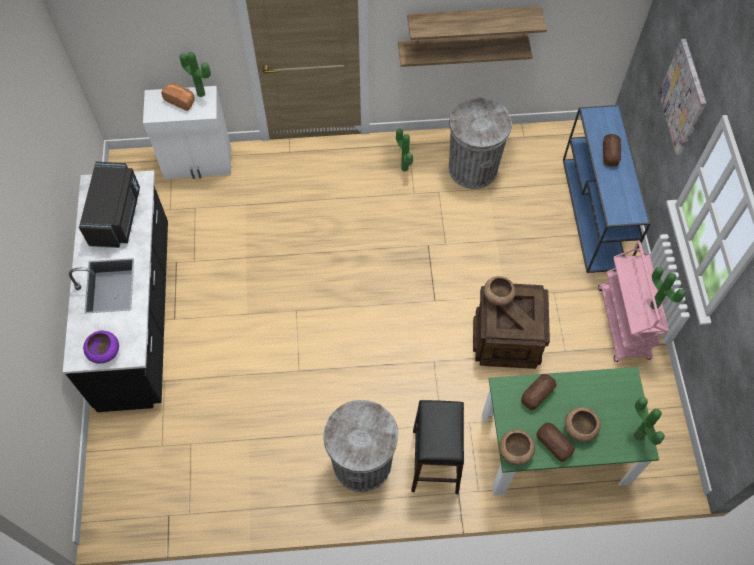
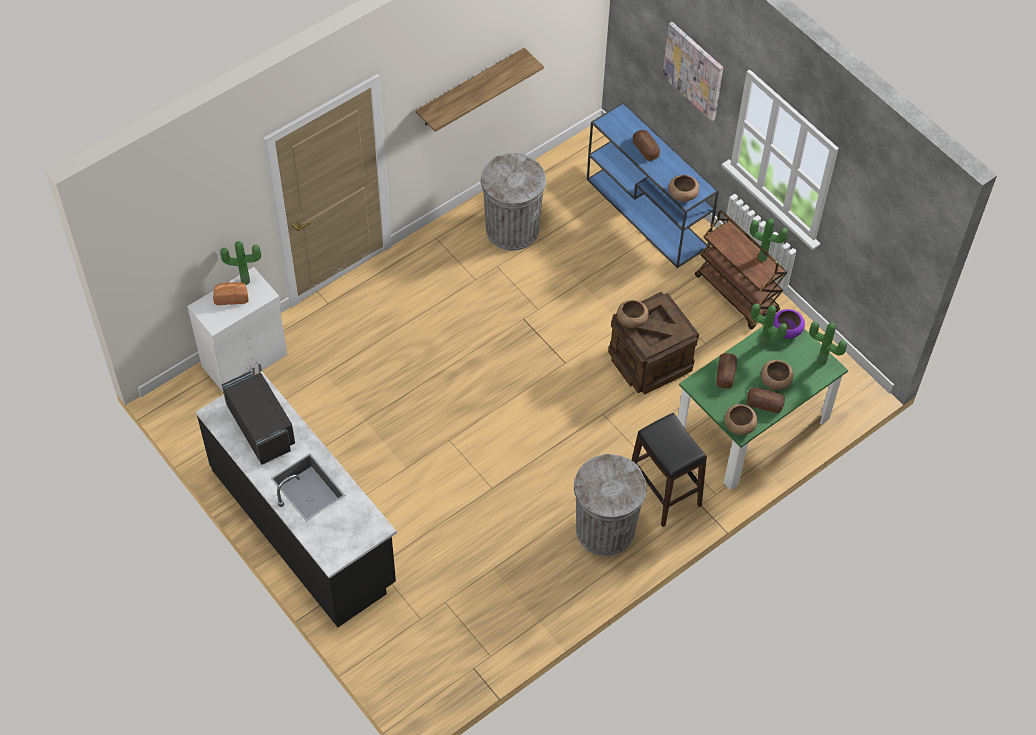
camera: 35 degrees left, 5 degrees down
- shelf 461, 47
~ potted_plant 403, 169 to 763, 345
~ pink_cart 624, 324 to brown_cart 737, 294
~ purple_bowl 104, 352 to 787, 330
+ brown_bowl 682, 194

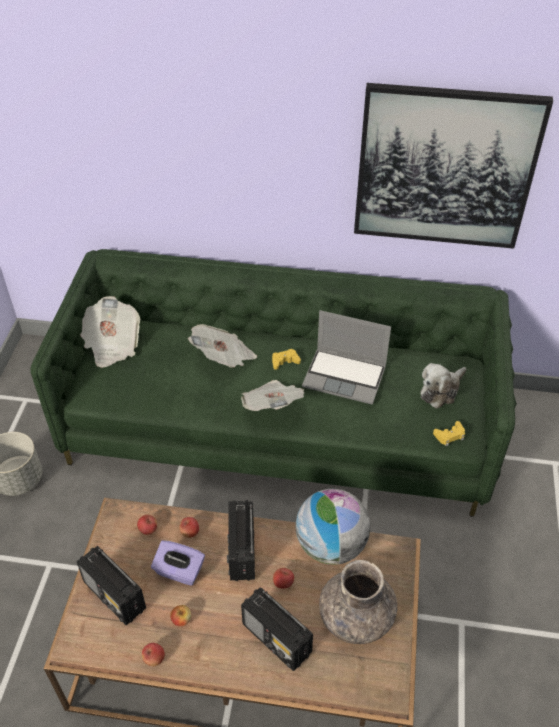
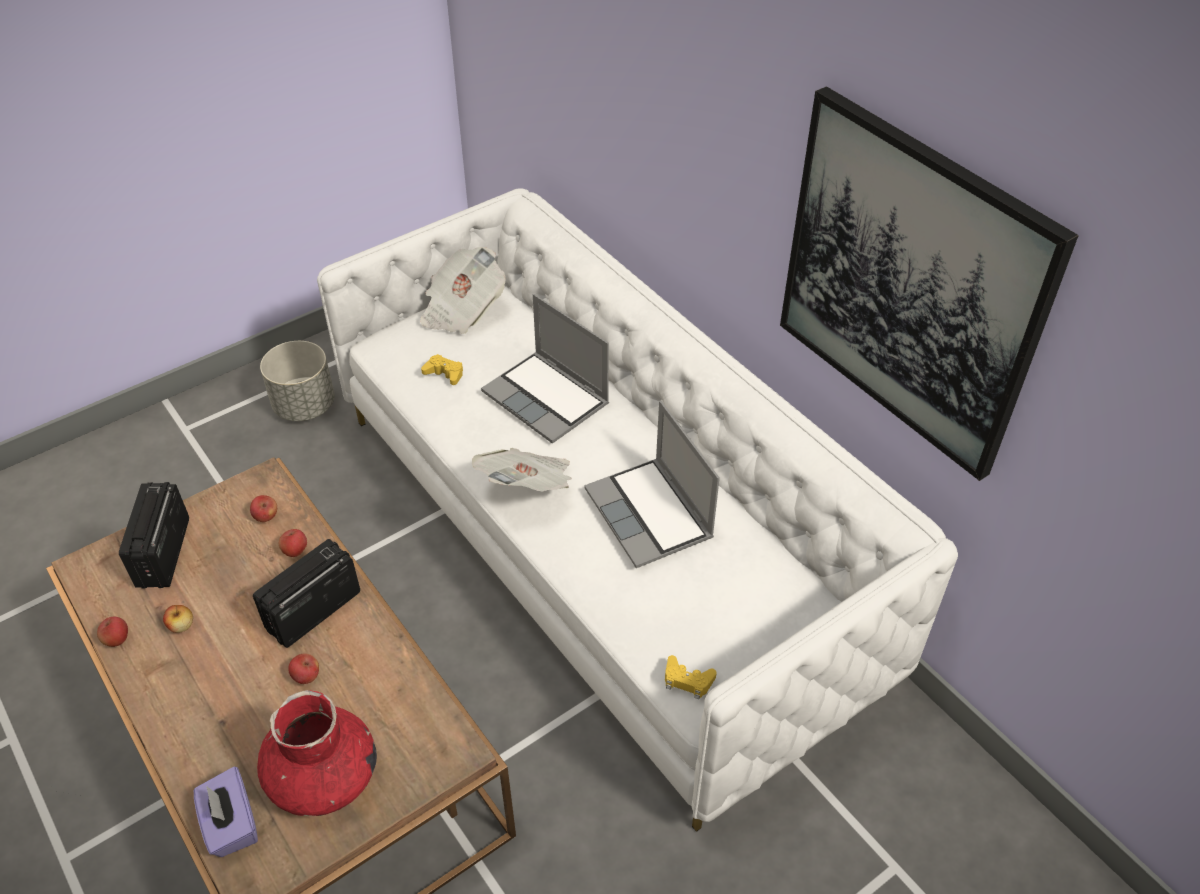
camera: 45 degrees right, 0 degrees up
~ green_sofa 279, 427 to white_sofa 600, 544
~ newspaper 224, 358 to laptop 548, 399
~ yellow_game_controller 285, 361 to 444, 373
- plush_toy 441, 390
- globe 330, 545
~ purple_tissue_box 179, 571 to 231, 825
~ grey_vase 356, 617 to red_vase 323, 778
- radio 277, 639

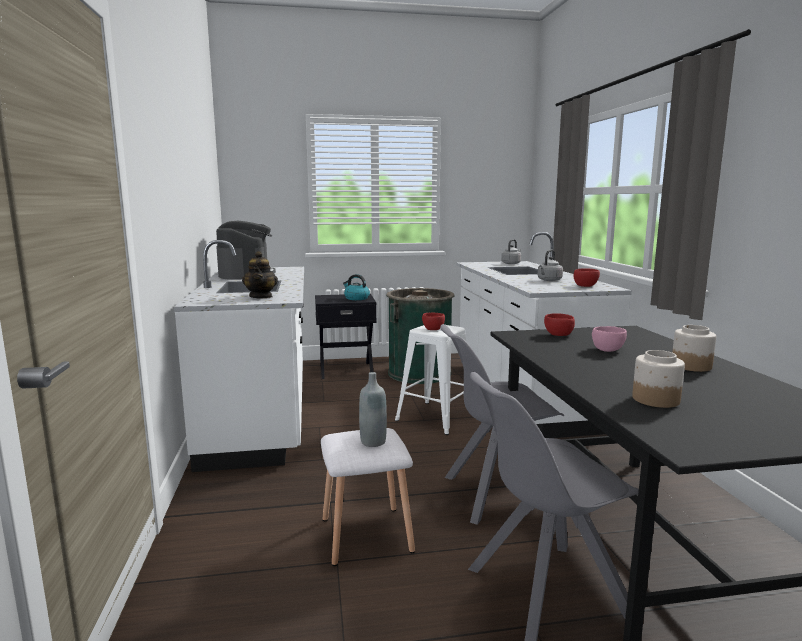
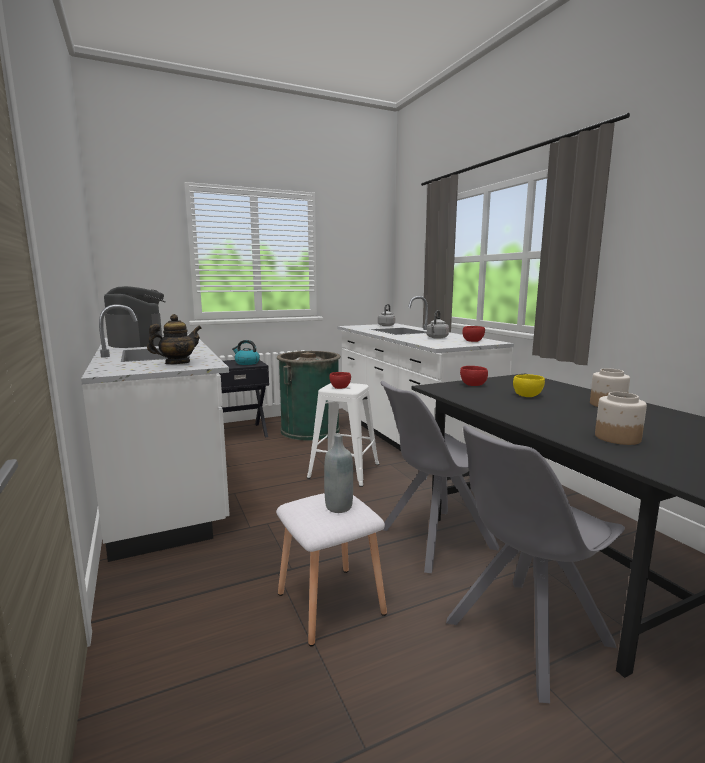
camera: 15 degrees left, 0 degrees up
~ teapot 261, 297 = 177, 363 105 degrees counterclockwise
~ pink_bowl 607, 349 to yellow_bowl 527, 395

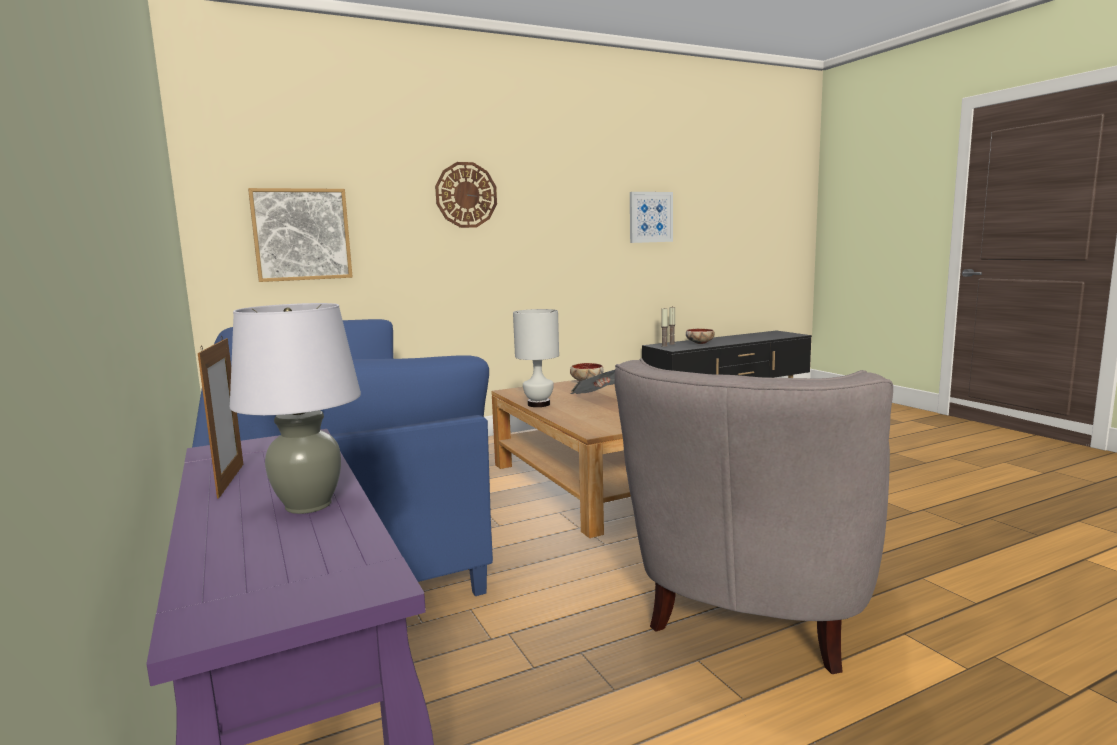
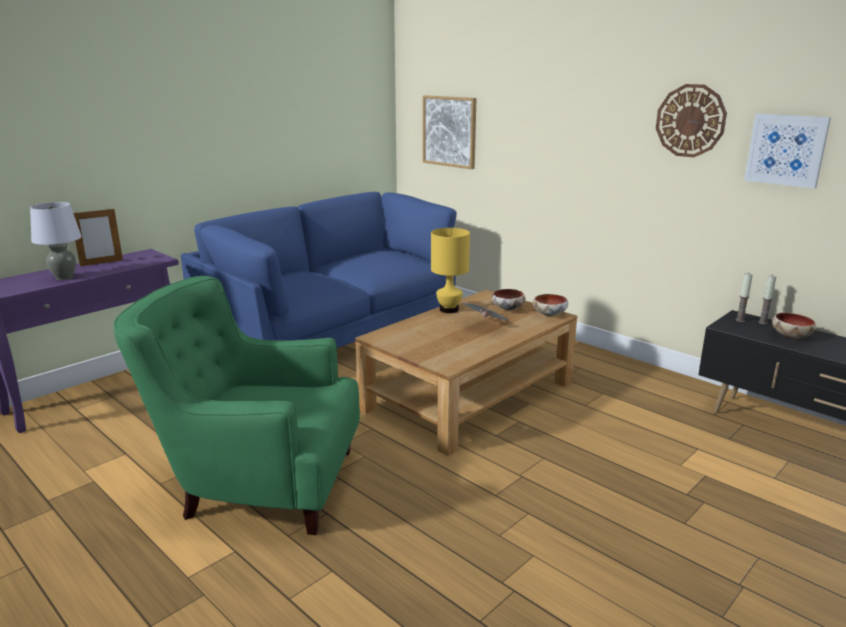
camera: 70 degrees right, 10 degrees up
~ wall_clock 466, 195 to 690, 121
~ white_table_lamp 539, 404 to yellow_table_lamp 449, 310
~ grey_armchair 752, 613 to green_armchair 256, 483
+ bowl 508, 309

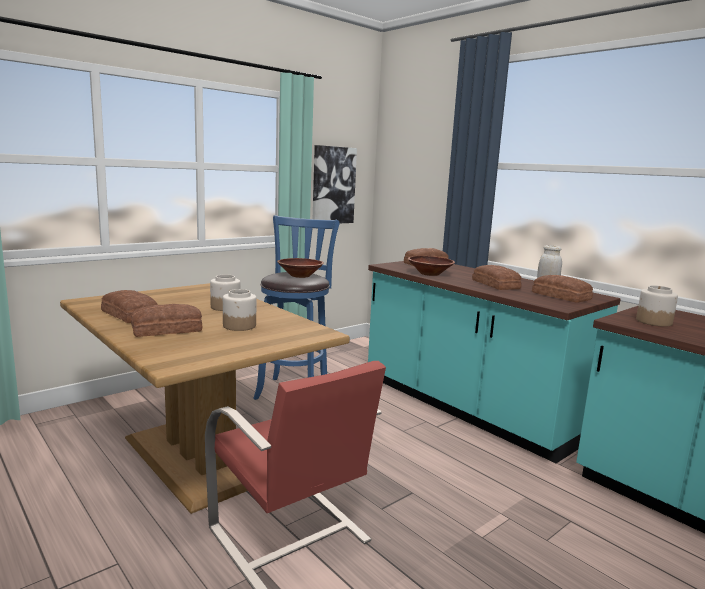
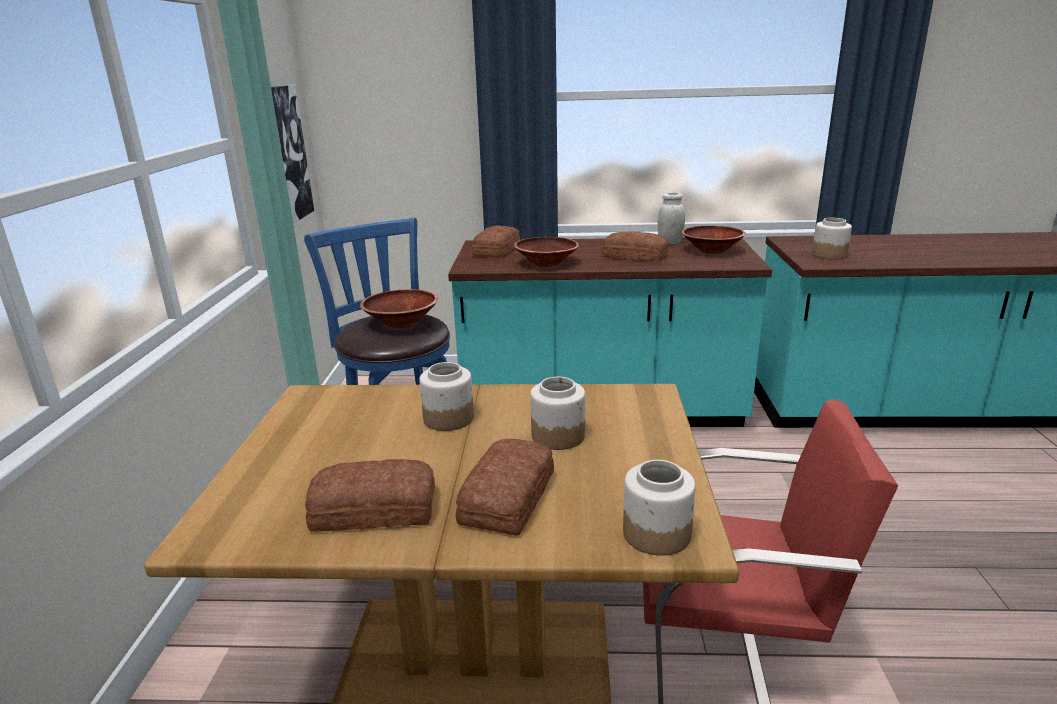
camera: 45 degrees left, 10 degrees up
~ bread 561, 296 to brown_bowl 711, 251
+ jar 657, 533

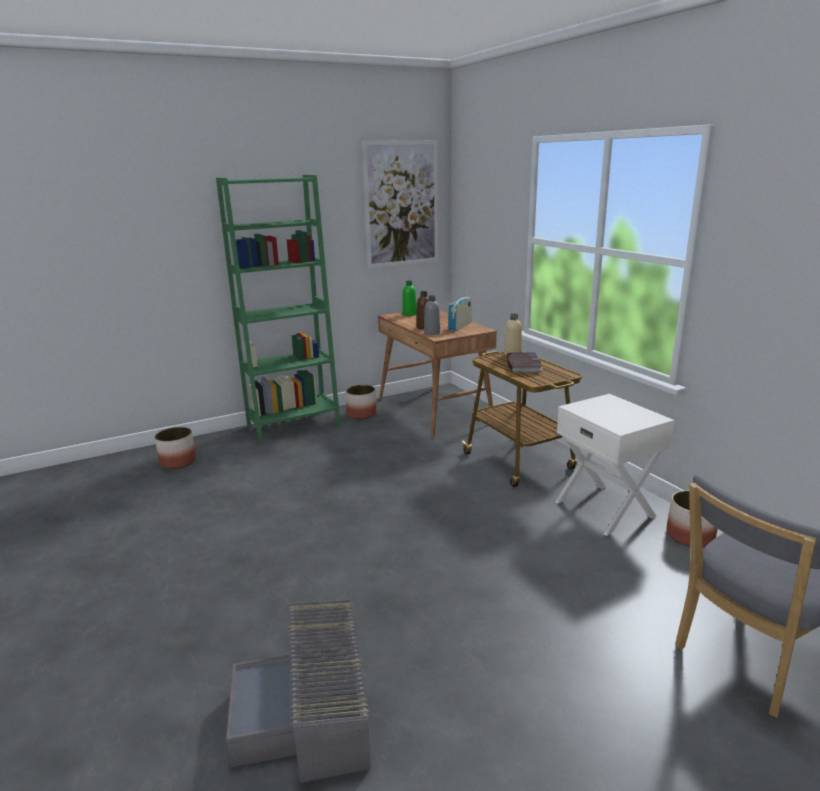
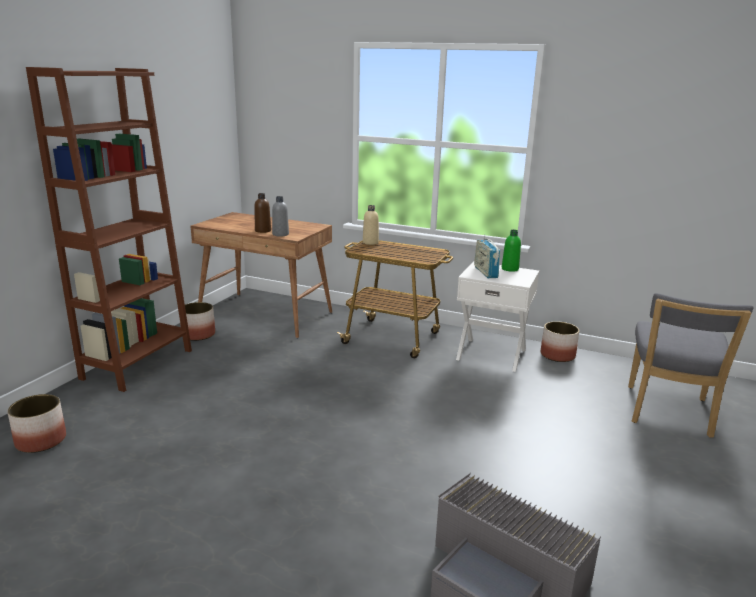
camera: 40 degrees left, 0 degrees up
- picture 401, 204
~ green_bookcase 293, 426 to brown_bookcase 137, 364
~ green_bottle 409, 314 to 510, 269
~ radio 460, 326 to 485, 272
- book 523, 365

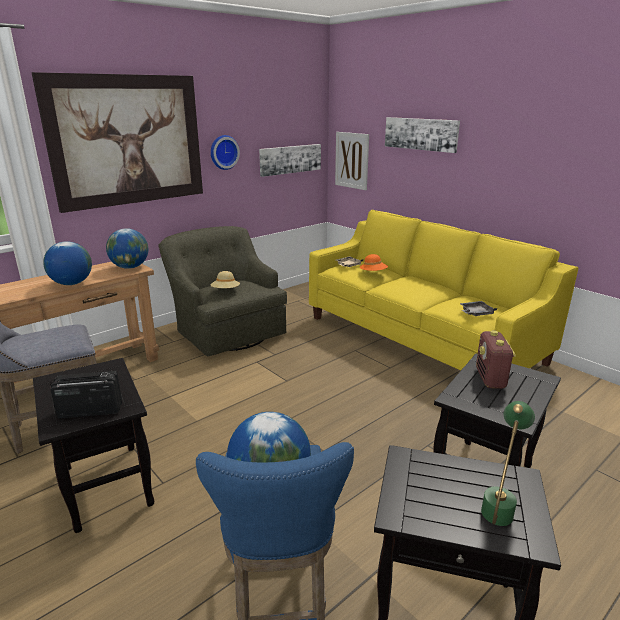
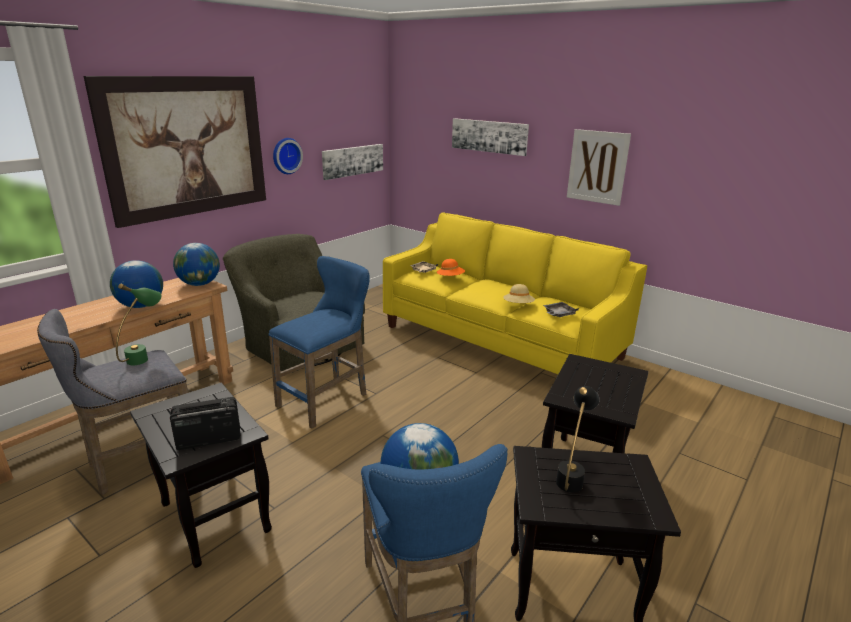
camera: 10 degrees left, 0 degrees up
~ picture 352, 160 to 597, 167
~ beige_hat 225, 291 to 518, 305
- radio 490, 379
~ green_table_lamp 499, 503 to 144, 356
+ blue_stool 327, 399
+ black_table_lamp 571, 475

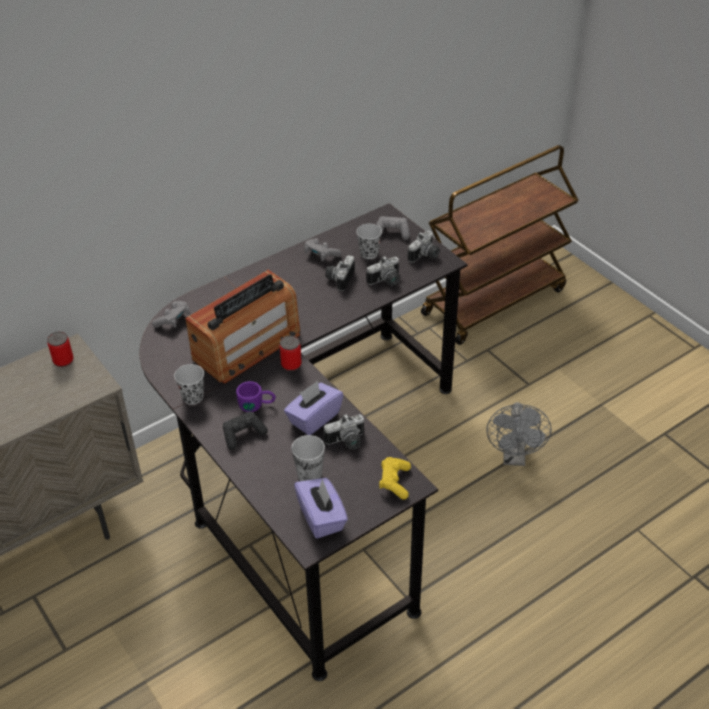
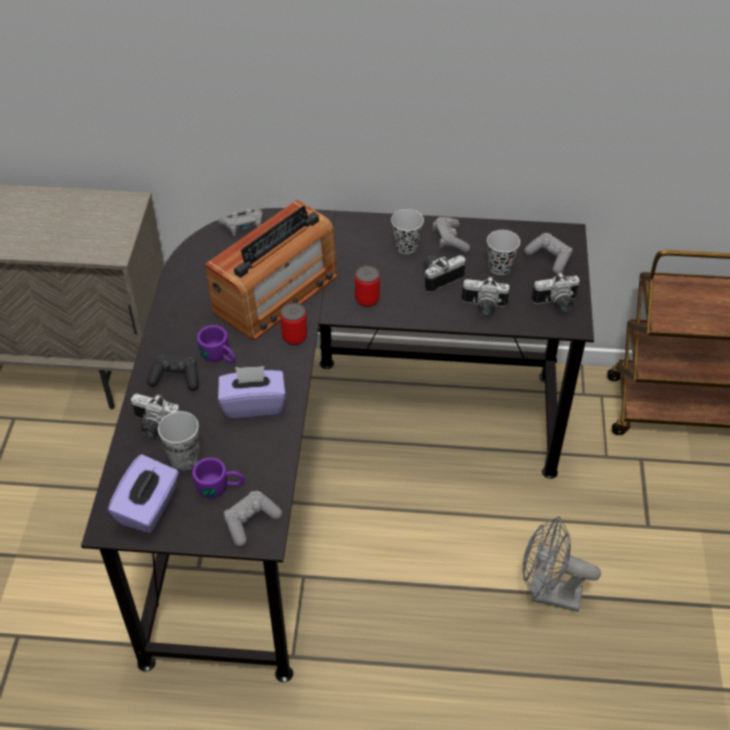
camera: 40 degrees right, 5 degrees up
~ radio 247, 346 = 276, 293 45 degrees counterclockwise
~ can 63, 360 to 367, 299
~ black_cup 193, 397 to 406, 246
~ grey_fan 514, 457 = 548, 594 60 degrees clockwise
~ photo_camera 347, 442 to 153, 426
~ yellow_game_controller 394, 482 to grey_game_controller 250, 522
+ purple_mug 220, 487

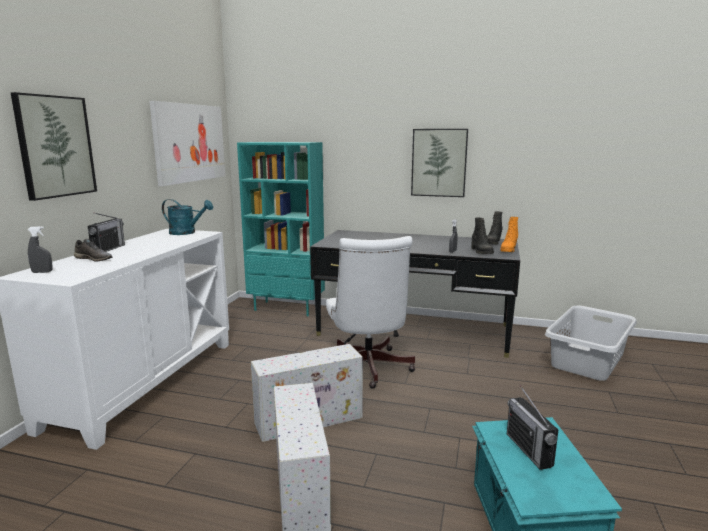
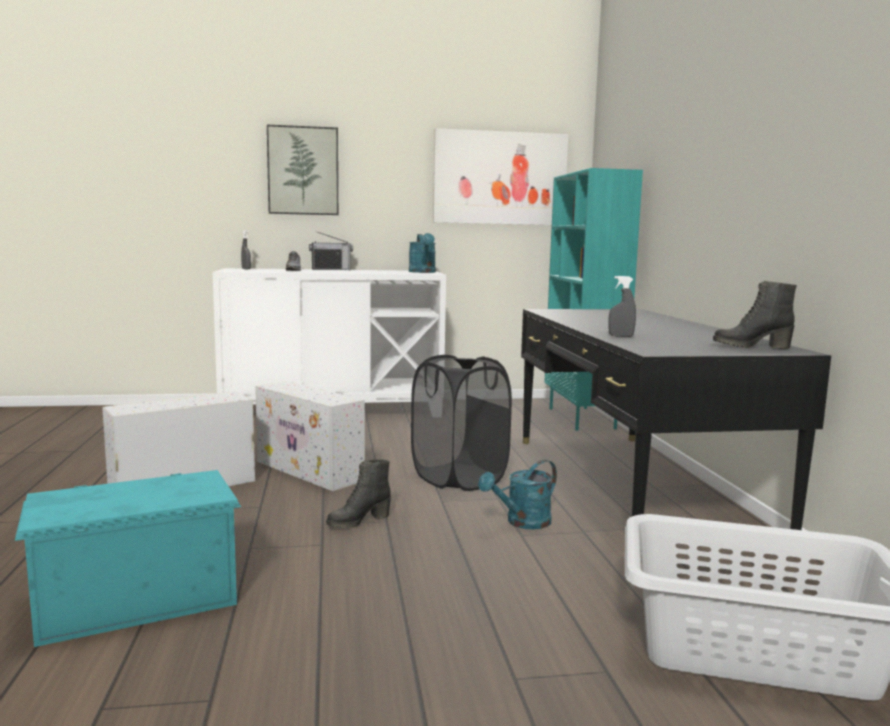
camera: 65 degrees right, 5 degrees down
- picture 439, 162
- orange_boot 508, 250
~ black_boot 481, 251 to 358, 521
~ white_office_chair 368, 369 to black_laundry_basket 458, 478
- radio 529, 450
+ turquoise_watering_can 522, 523

